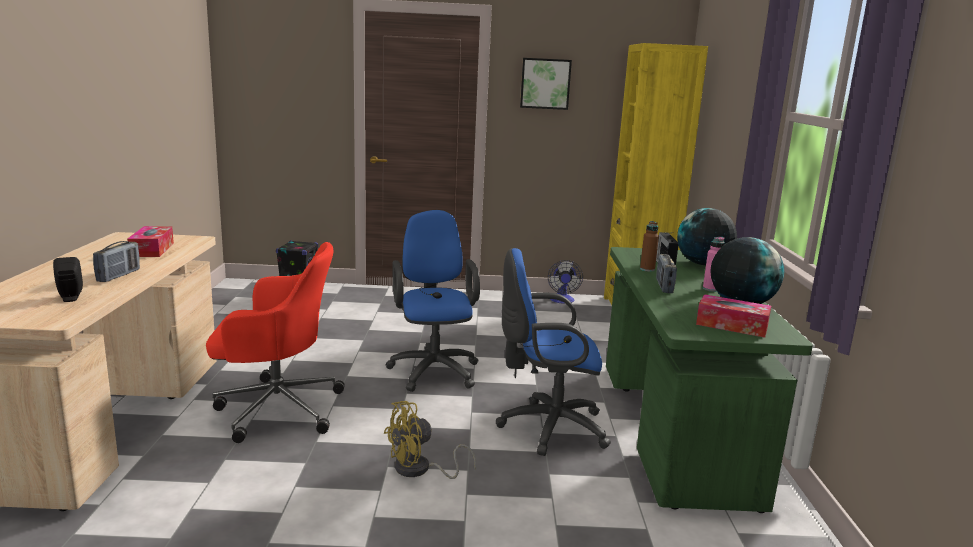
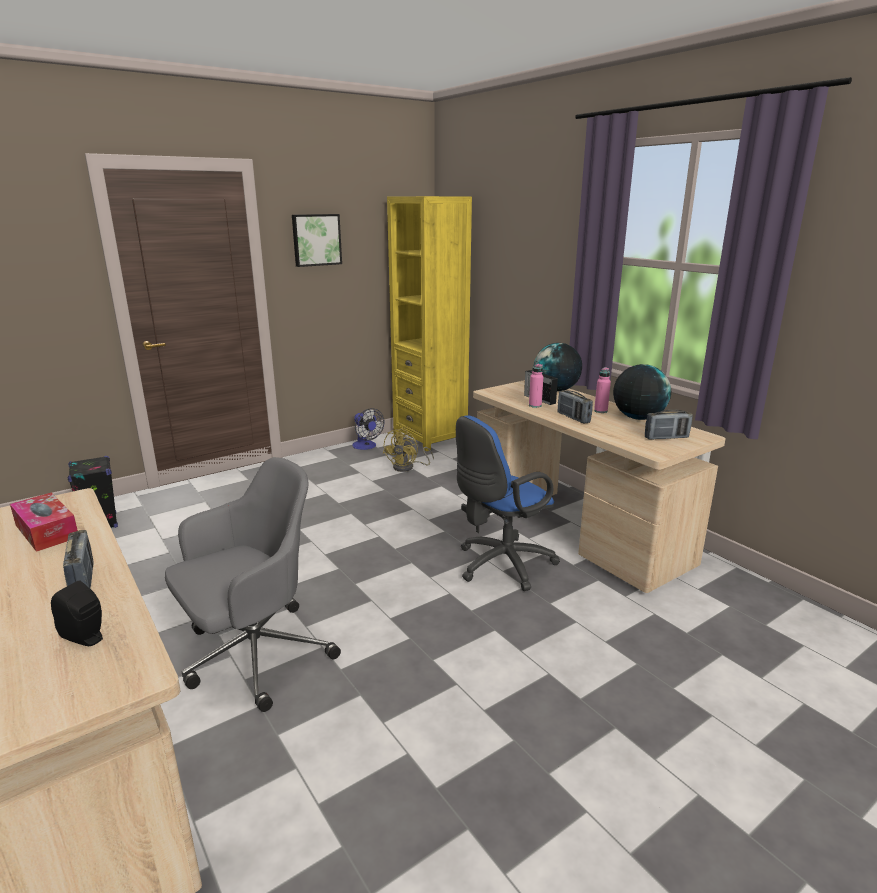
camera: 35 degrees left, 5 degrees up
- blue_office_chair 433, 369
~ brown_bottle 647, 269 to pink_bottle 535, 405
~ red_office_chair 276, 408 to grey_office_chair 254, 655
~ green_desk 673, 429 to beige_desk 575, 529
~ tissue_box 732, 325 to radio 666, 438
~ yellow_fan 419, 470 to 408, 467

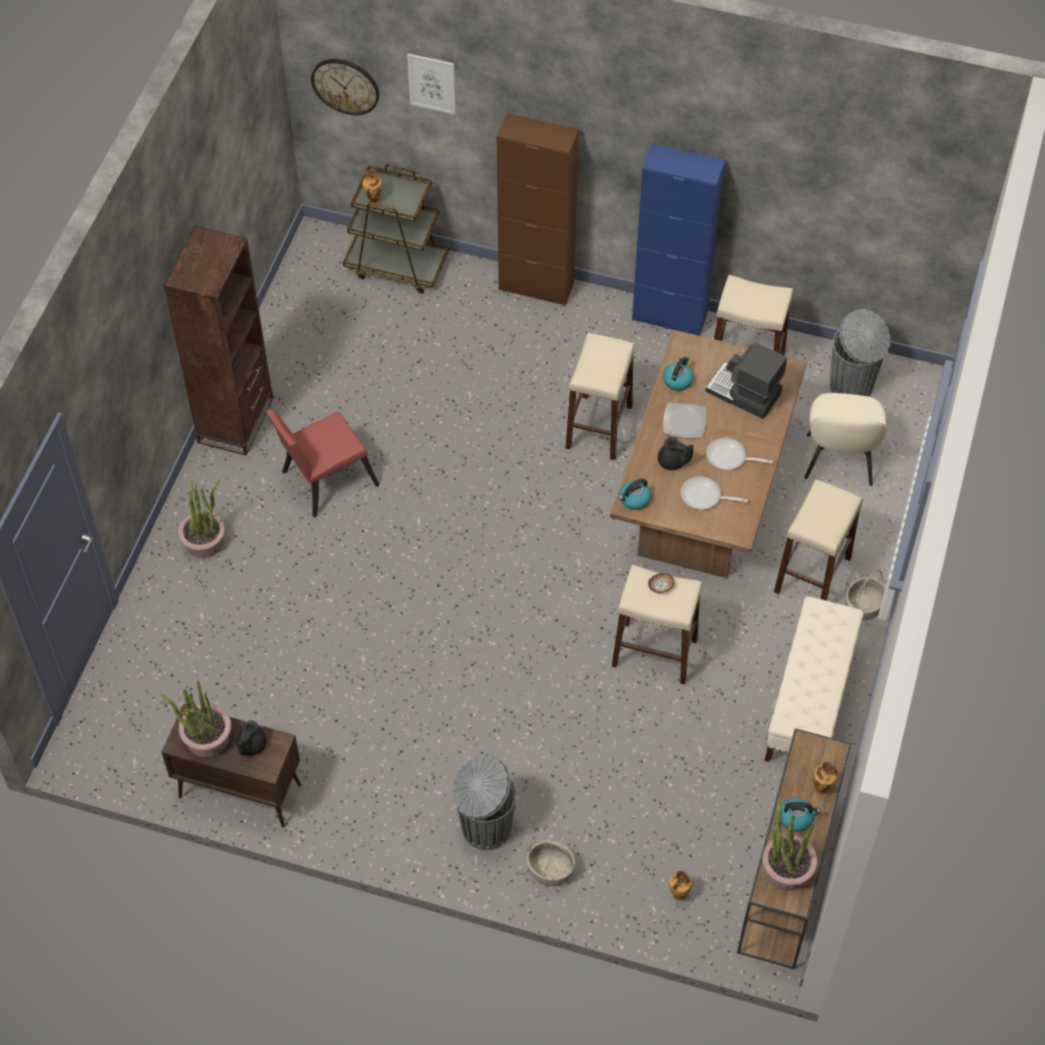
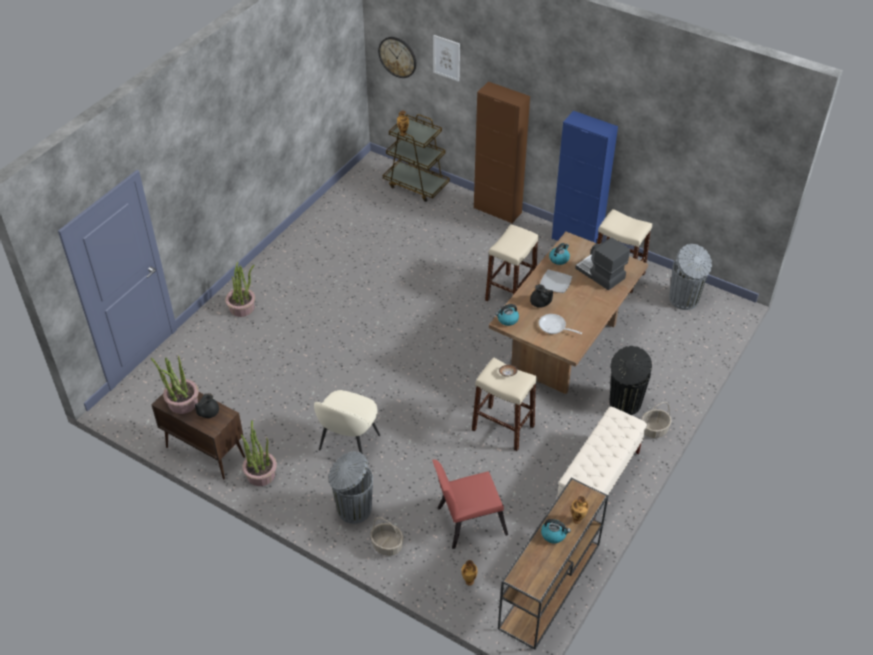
camera: 15 degrees right, 10 degrees down
- brown_bookcase 236, 420
~ beige_chair 839, 462 to 348, 443
~ red_chair 324, 480 to 467, 521
- frying_pan 729, 458
~ beige_stool 812, 575 to black_trash_can 624, 404
~ potted_plant 786, 869 to 261, 474

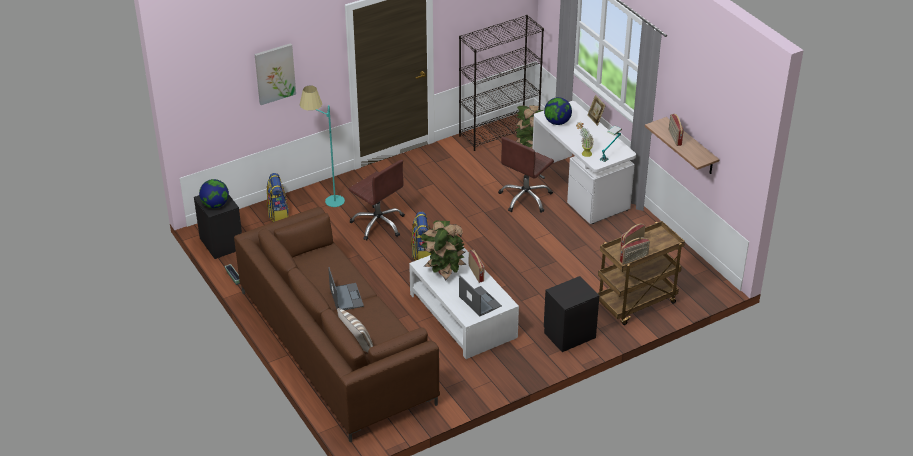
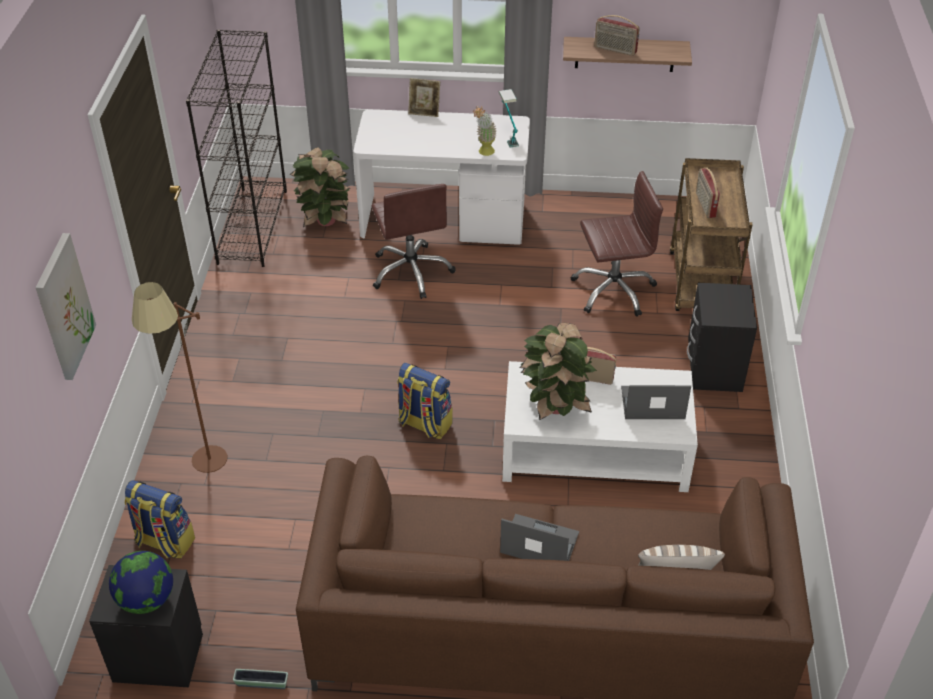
camera: 55 degrees left, 5 degrees up
~ turquoise_floor_lamp 326, 202 to brown_floor_lamp 202, 471
- globe 557, 122
~ brown_office_chair 378, 224 to 613, 290
- radio 634, 259

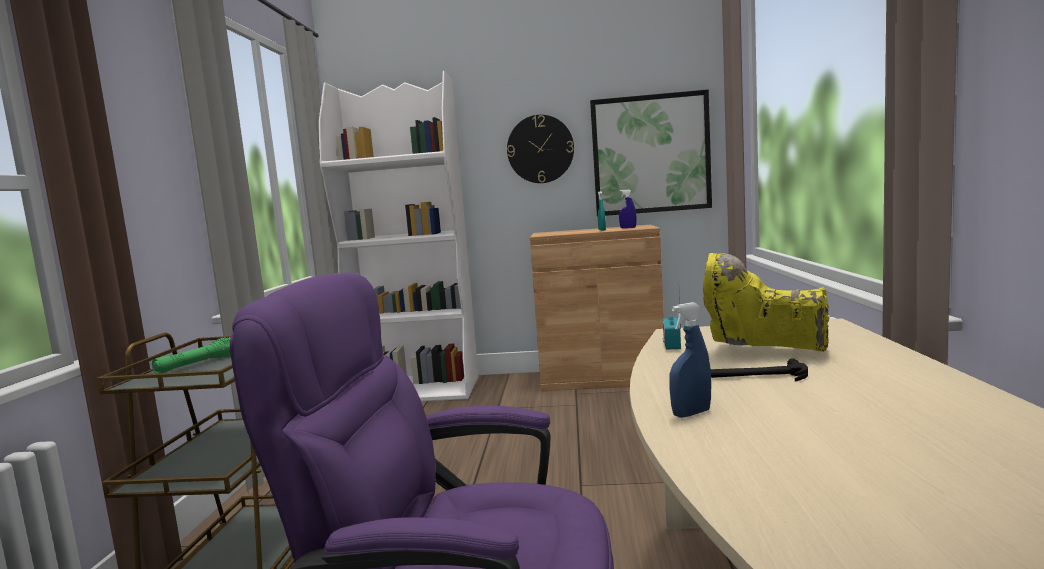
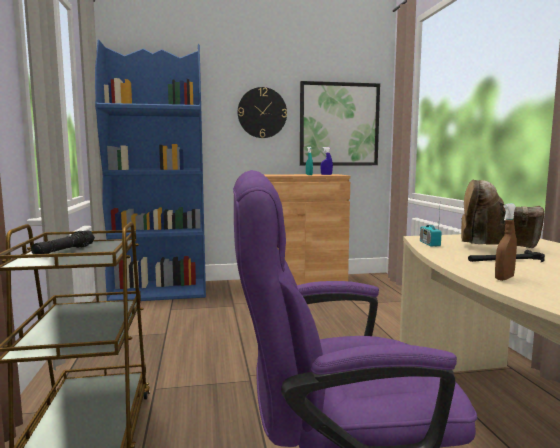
camera: 15 degrees left, 0 degrees up
~ white_bookcase 418, 390 to blue_bookcase 160, 292
~ yellow_boot 761, 353 to brown_boot 495, 248
~ blue_spray_bottle 691, 413 to brown_spray_bottle 504, 278
~ green_flashlight 199, 364 to black_flashlight 64, 251

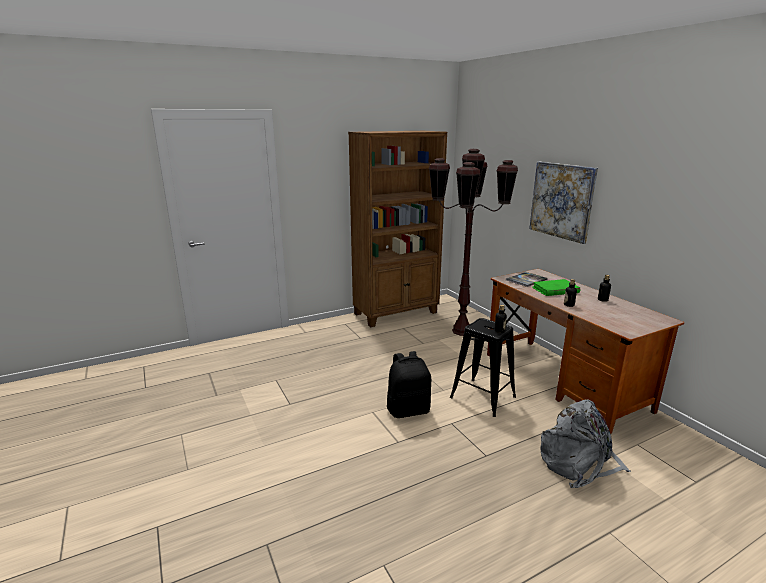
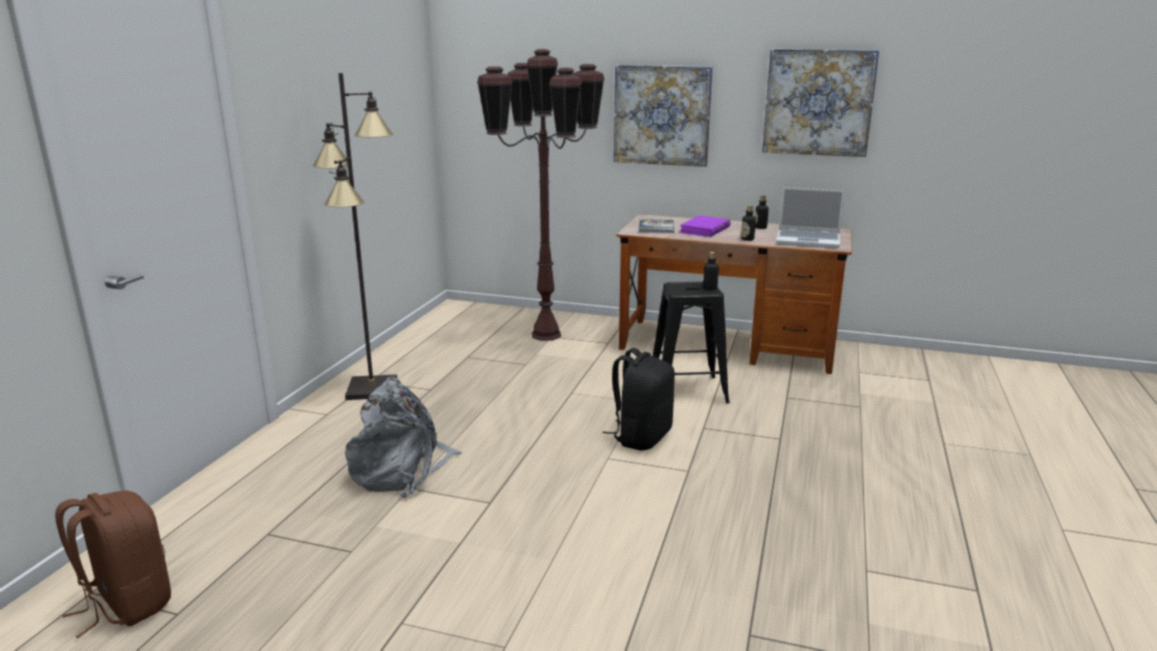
camera: 45 degrees left, 0 degrees up
- brown_bookcase 396, 313
~ green_book 555, 290 to purple_book 704, 230
~ grey_backpack 578, 463 to 402, 470
+ picture 818, 102
+ black_floor_lamp 372, 389
+ laptop 809, 240
+ brown_backpack 126, 604

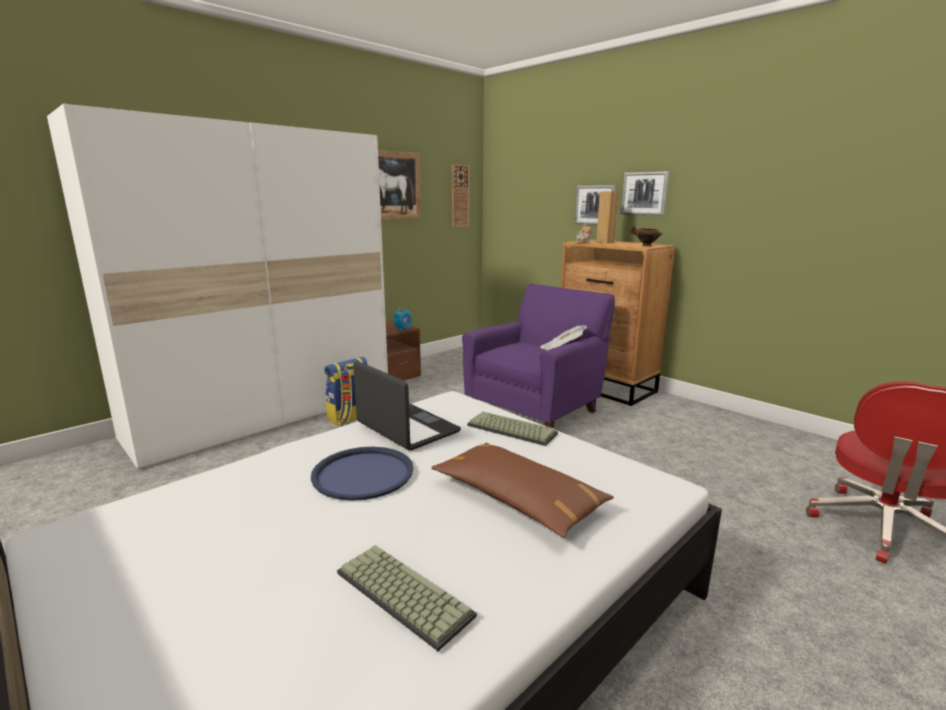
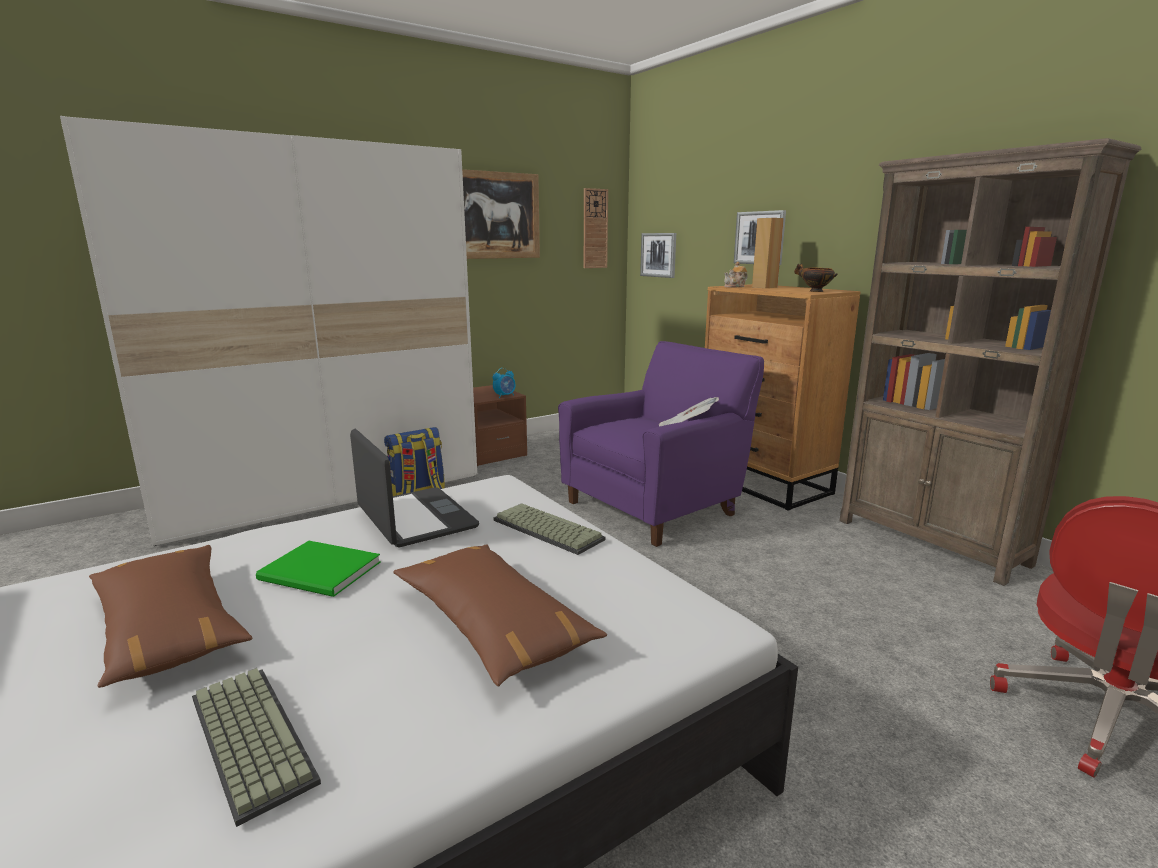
camera: 10 degrees right, 0 degrees up
~ picture 644, 193 to 658, 255
~ blue_tray 363, 474 to green_book 321, 573
+ brown_bookcase 931, 542
+ brown_pillow 169, 628

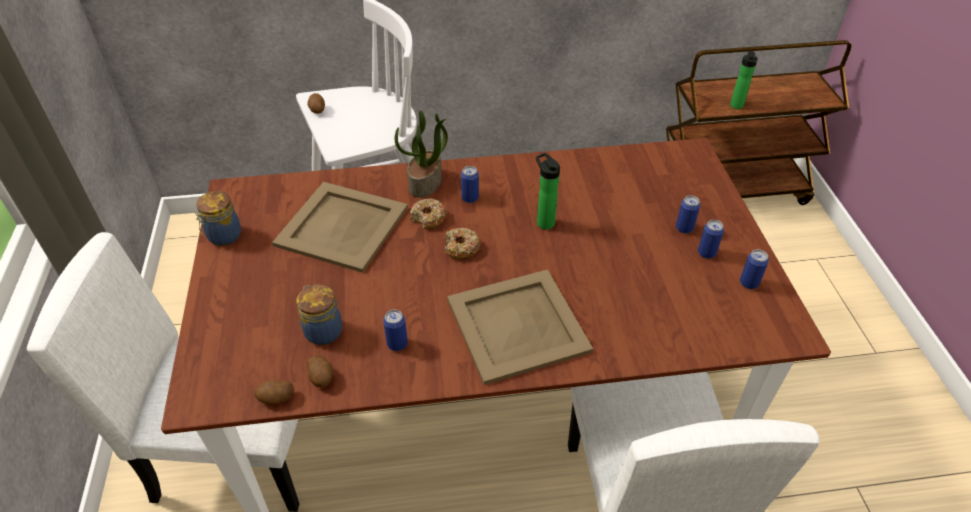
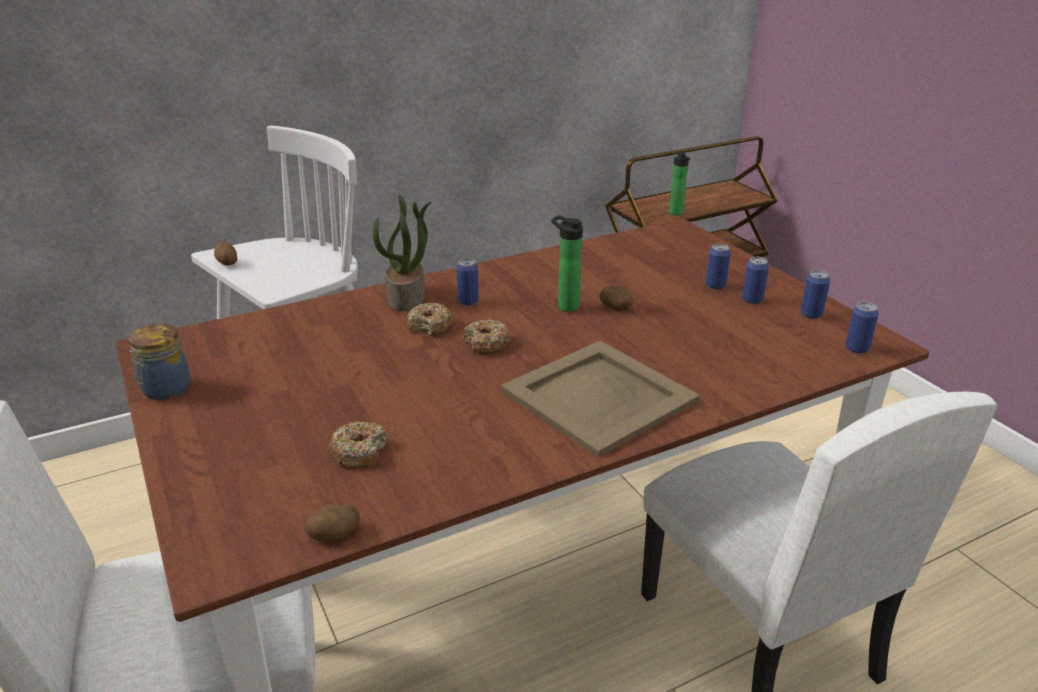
camera: 20 degrees left, 15 degrees down
- beige_tray 341, 226
~ jar 322, 330 to donut 359, 452
~ can 397, 344 to 856, 349
~ potato 322, 377 to 616, 307

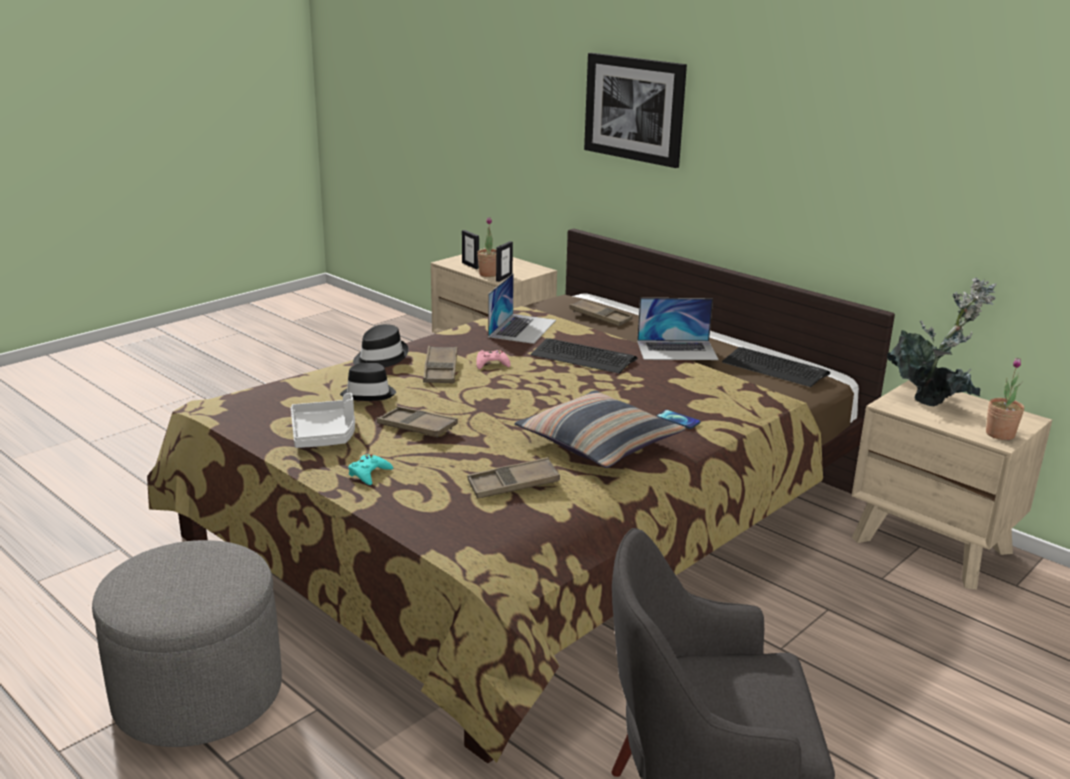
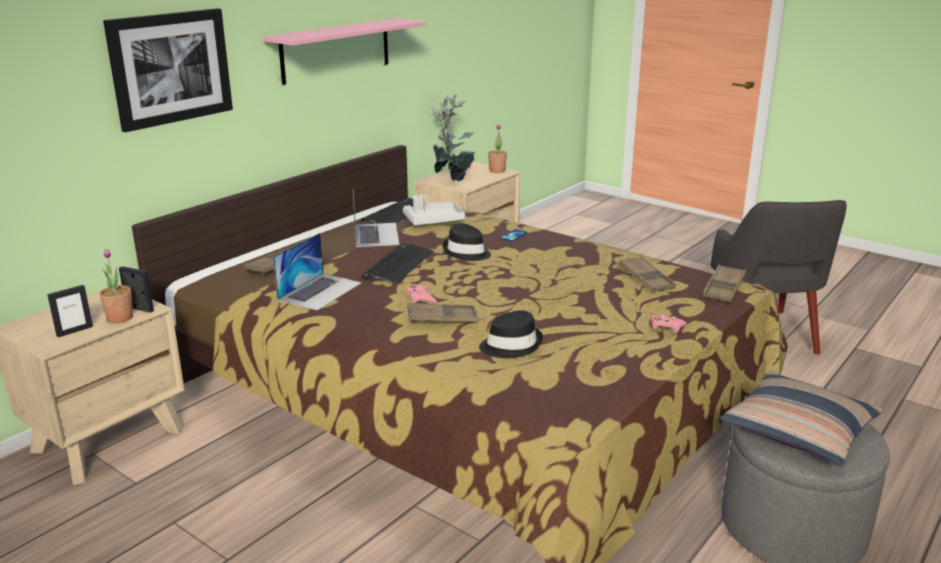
camera: 95 degrees left, 0 degrees up
~ laptop 522, 328 = 320, 291 105 degrees clockwise
~ black_hat 379, 358 to 466, 252
~ pillow 599, 443 to 798, 430
~ grey_tray 324, 434 to 433, 221
~ brown_tray 417, 427 to 723, 288
~ turquoise_game_controller 369, 473 to pink_game_controller 666, 327
+ pink_shelf 336, 50

